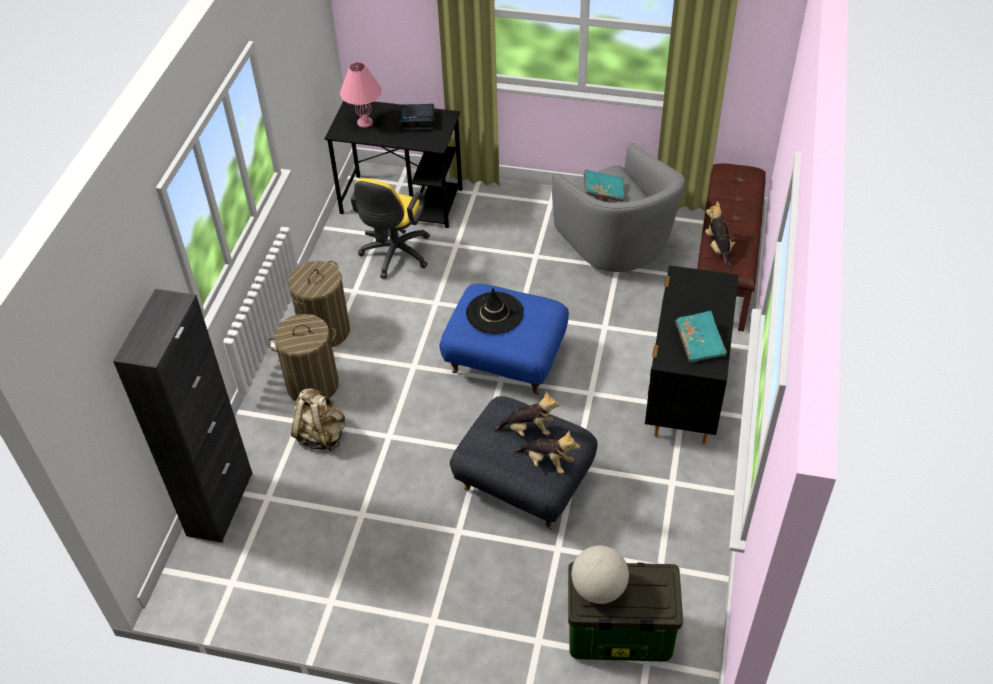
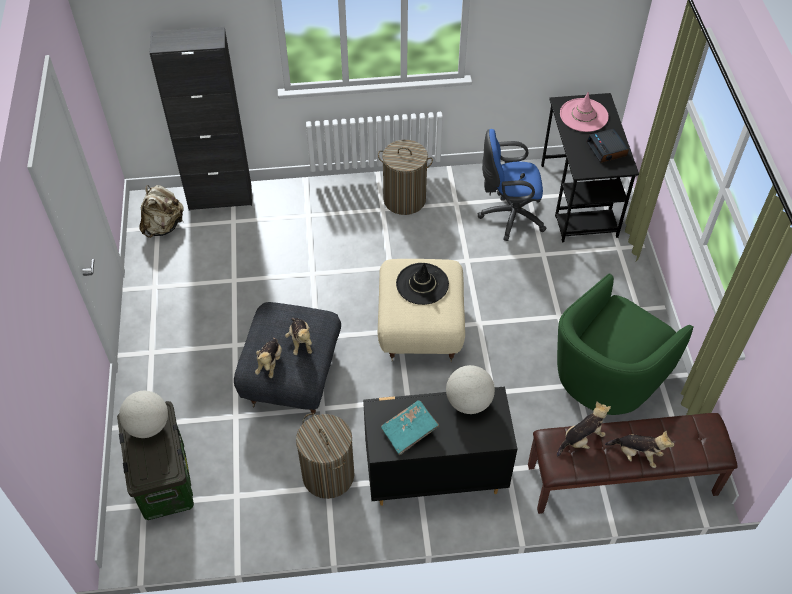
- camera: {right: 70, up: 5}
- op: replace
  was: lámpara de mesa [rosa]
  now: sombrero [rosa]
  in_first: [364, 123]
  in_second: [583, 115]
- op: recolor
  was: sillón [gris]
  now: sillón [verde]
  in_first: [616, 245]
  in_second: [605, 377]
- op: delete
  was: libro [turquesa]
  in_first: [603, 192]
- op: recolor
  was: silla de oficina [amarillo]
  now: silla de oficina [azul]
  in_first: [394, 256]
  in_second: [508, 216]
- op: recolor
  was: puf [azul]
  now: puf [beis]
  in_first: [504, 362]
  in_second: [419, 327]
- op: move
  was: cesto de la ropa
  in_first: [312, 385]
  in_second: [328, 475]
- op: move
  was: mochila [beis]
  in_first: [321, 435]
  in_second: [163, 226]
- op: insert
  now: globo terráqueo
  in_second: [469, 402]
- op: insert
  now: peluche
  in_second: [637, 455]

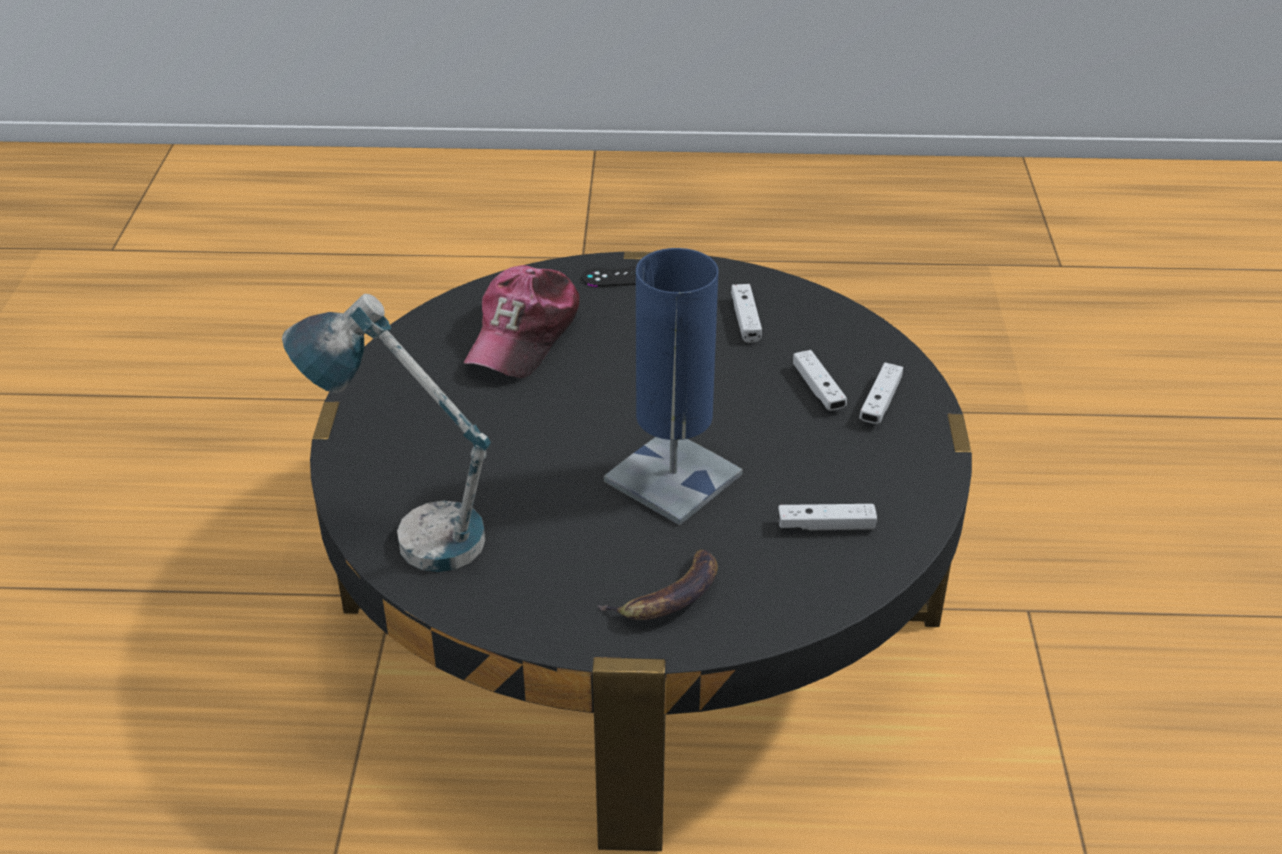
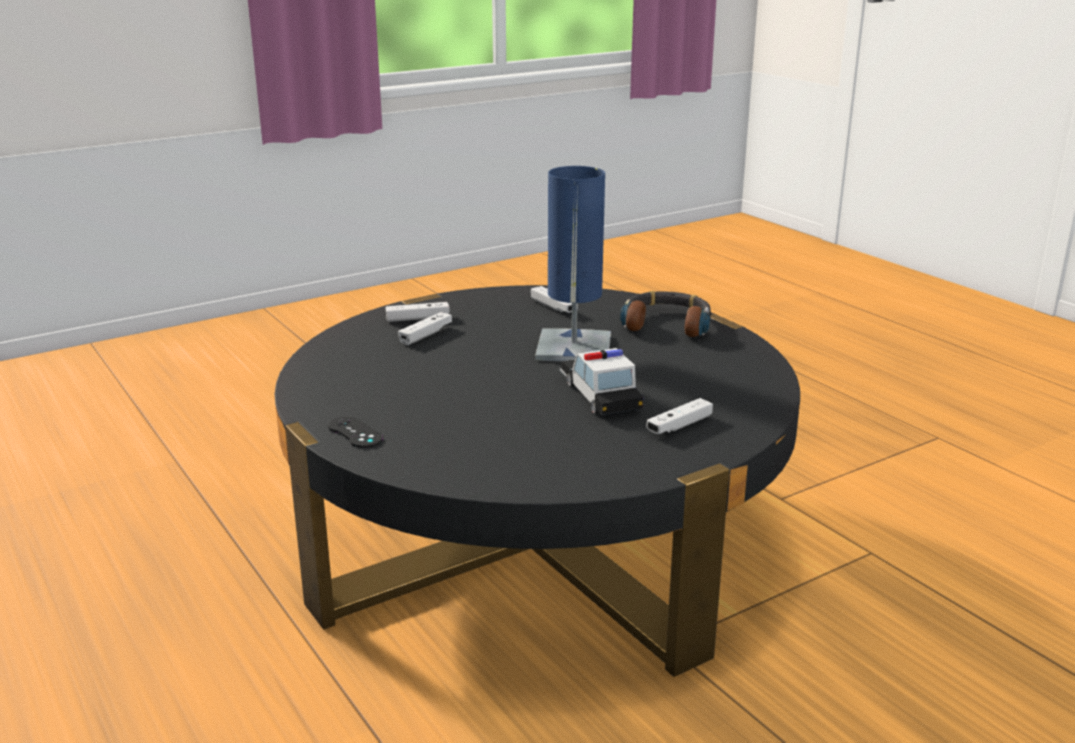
- camera: {right: -125, up: -15}
- op: delete
  was: gorra
  in_first: [524, 335]
- op: move
  was: mando de consola [blanco]
  in_first: [745, 320]
  in_second: [679, 426]
- op: delete
  was: lámpara de mesa
  in_first: [407, 531]
- op: replace
  was: plátano
  now: auriculares
  in_first: [669, 597]
  in_second: [667, 324]
- op: insert
  now: coche de juguete
  in_second: [599, 394]

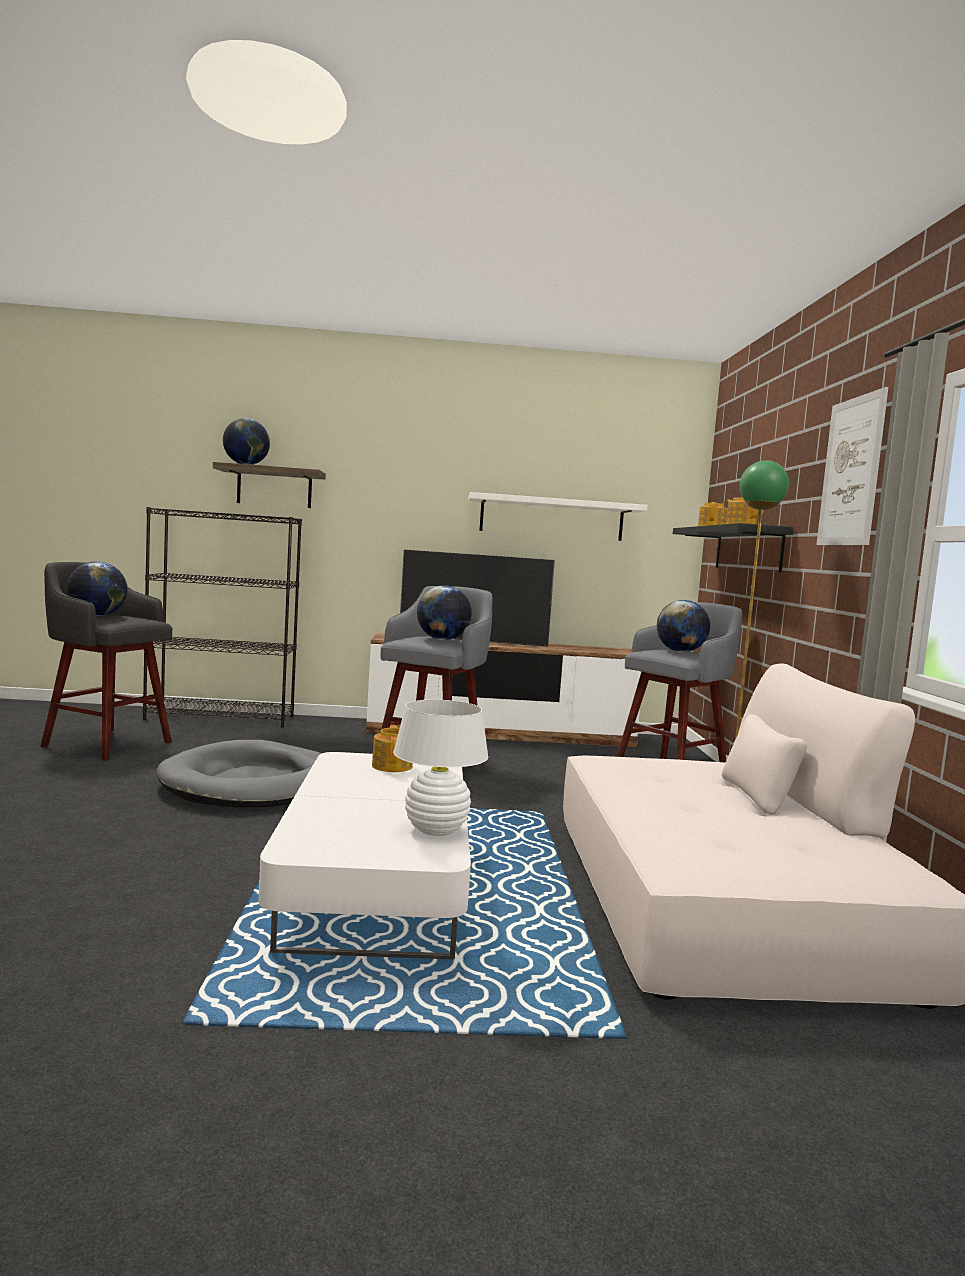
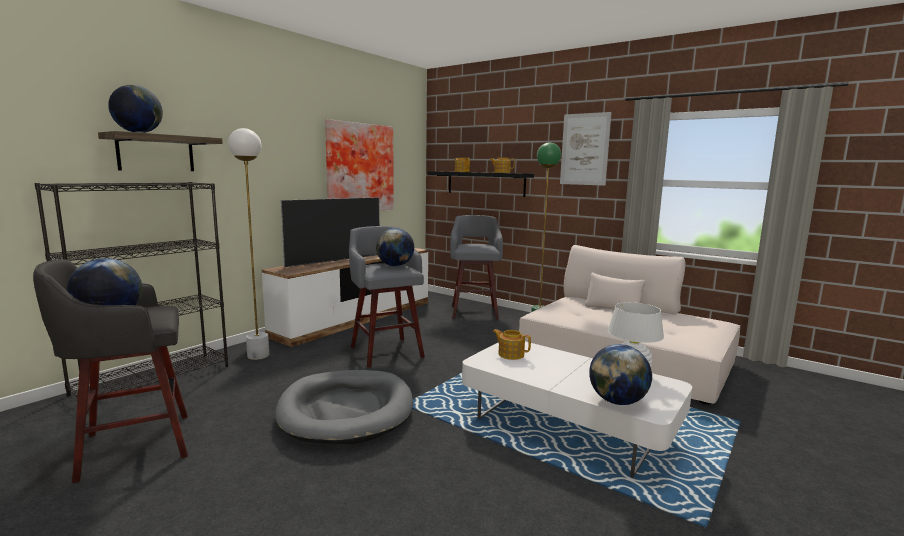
- camera: {right: -50, up: 5}
- op: replace
  was: estante [blanco]
  now: cuadro
  in_first: [551, 518]
  in_second: [359, 168]
- op: move
  was: globo terráqueo
  in_first: [680, 651]
  in_second: [617, 401]
- op: insert
  now: lámpara de pie [blanco]
  in_second: [258, 355]

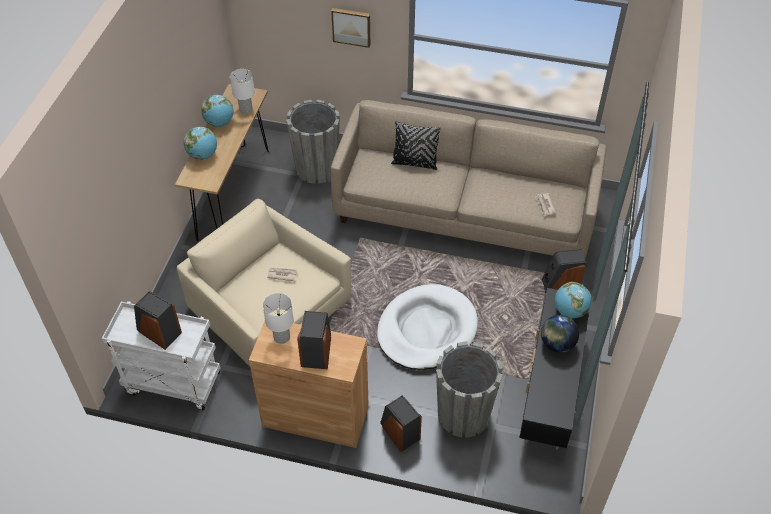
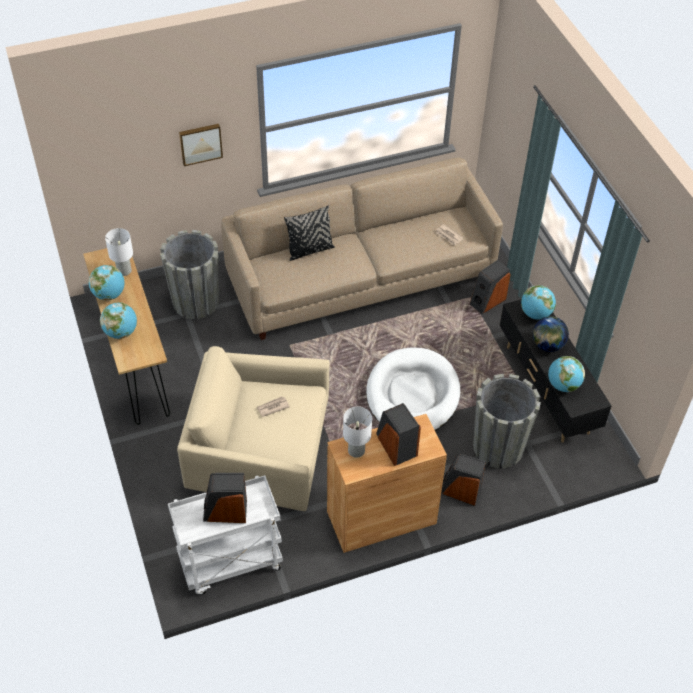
- camera: {right: -35, up: 0}
- op: insert
  now: globo terráqueo
  in_second: [563, 385]

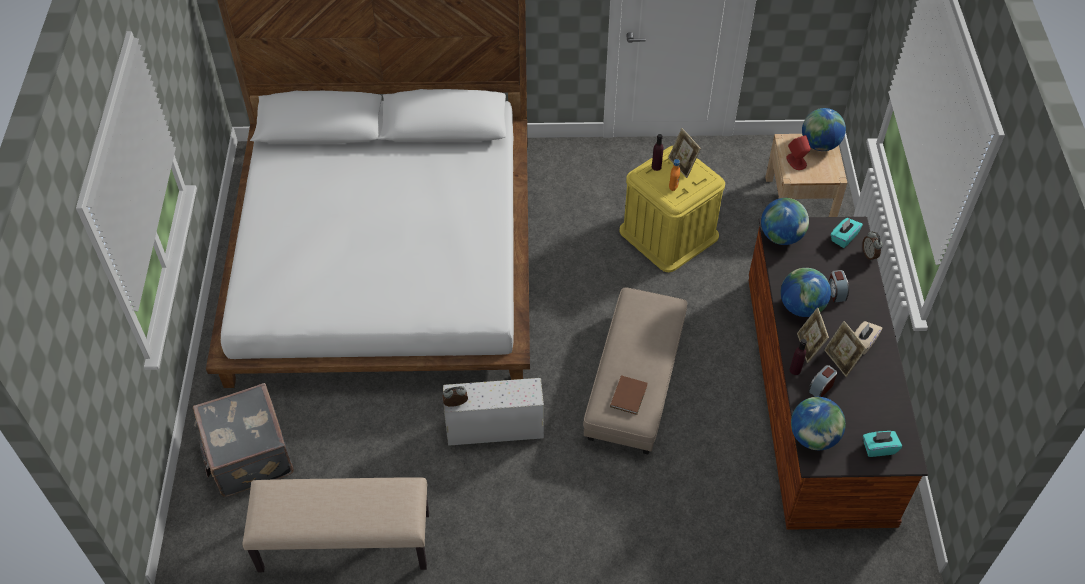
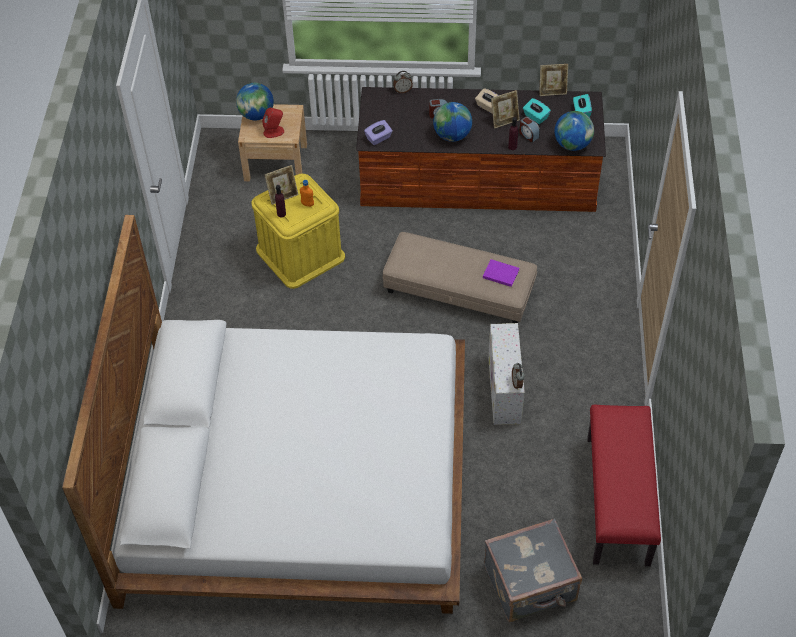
- camera: {right: -85, up: 0}
- op: replace
  was: globo terráqueo
  now: caja de pañuelos [morado]
  in_first: [781, 236]
  in_second: [378, 138]
- op: move
  was: caja de pañuelos [turquesa]
  in_first: [843, 238]
  in_second: [535, 117]
- op: move
  was: portarretratos
  in_first: [808, 347]
  in_second: [552, 91]
- op: recolor
  was: libro [marrón]
  now: libro [morado]
  in_first: [629, 395]
  in_second: [500, 273]
- op: recolor
  was: banco [beis]
  now: banco [rojo]
  in_first: [344, 543]
  in_second: [618, 501]

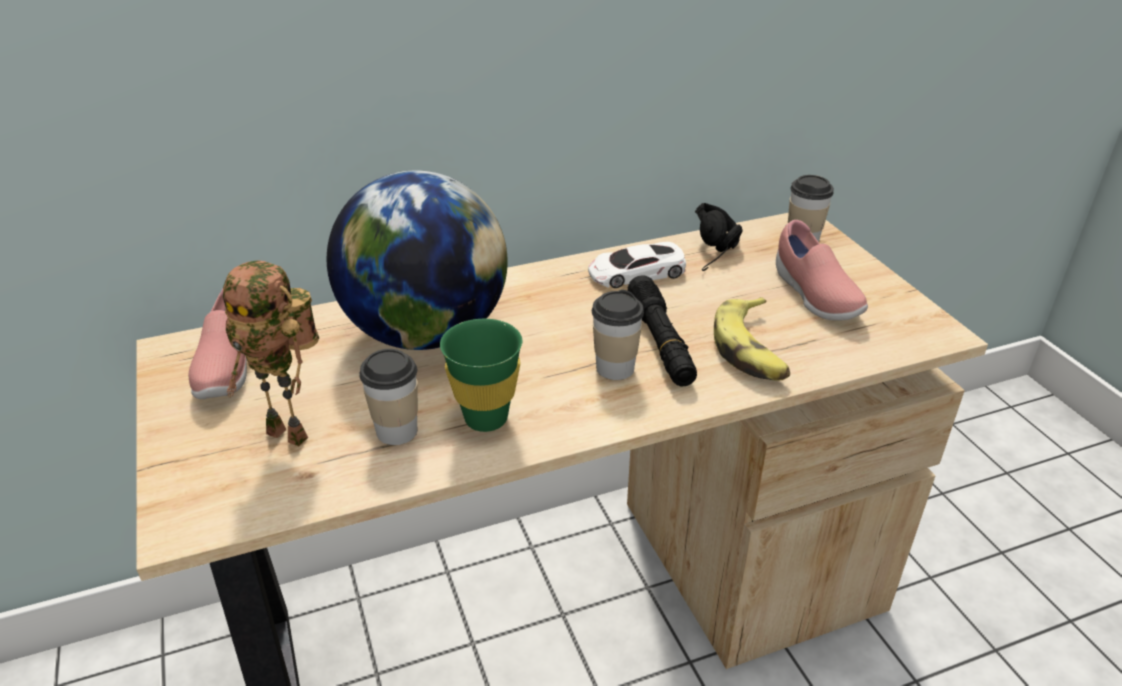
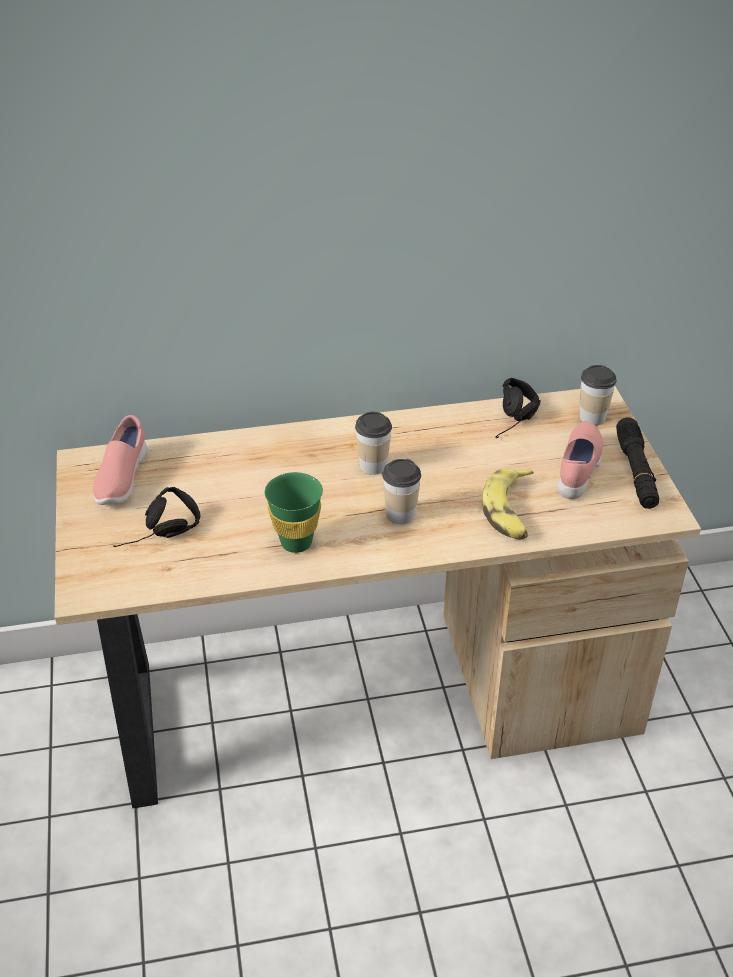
- camera: {right: 10, up: 5}
- op: delete
  was: globo terráqueo
  in_first: [426, 333]
- op: rotate
  was: zapato [rosa]
  in_first: [814, 295]
  in_second: [579, 470]
  clockwise: -150
- op: delete
  was: coche de juguete [blanco]
  in_first: [636, 273]
- op: replace
  was: robot de juguete
  now: auriculares [negro]
  in_first: [293, 433]
  in_second: [161, 537]
- op: move
  was: linterna [negro]
  in_first: [660, 341]
  in_second: [636, 471]
- op: move
  was: taza
  in_first: [397, 431]
  in_second: [373, 465]

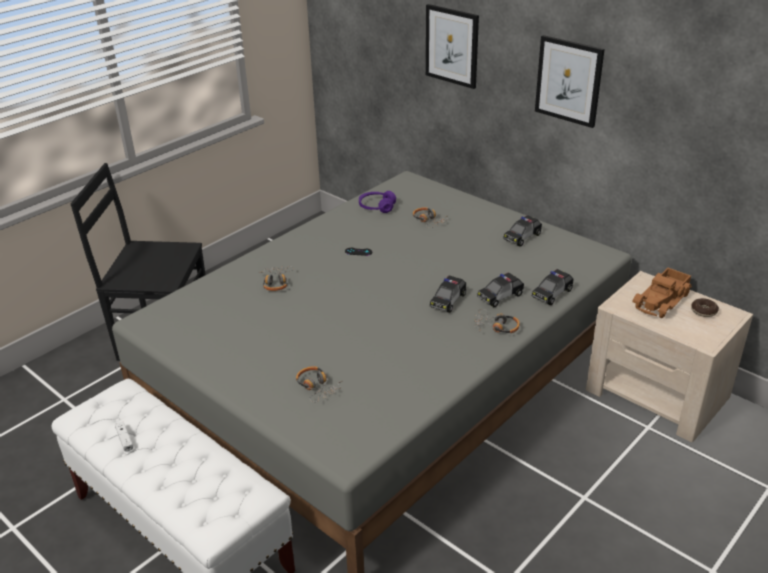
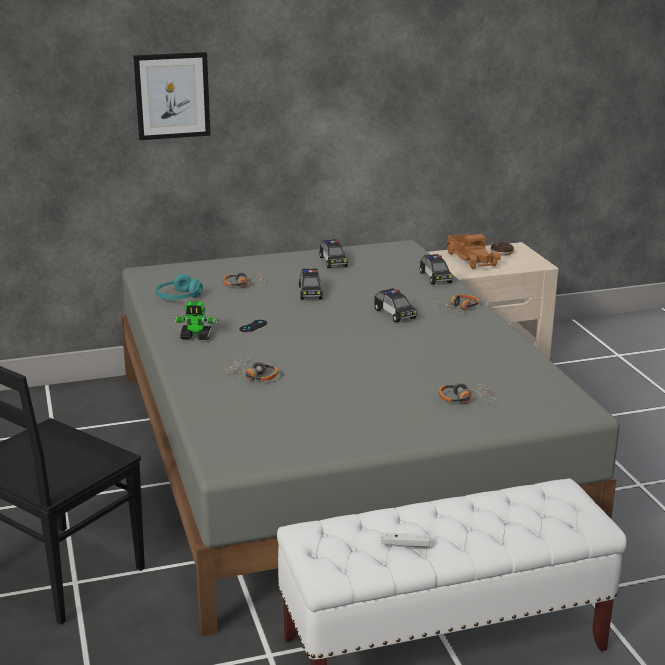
- camera: {right: -60, up: -10}
- op: delete
  was: cuadro
  in_first: [569, 81]
- op: recolor
  was: auriculares [morado]
  now: auriculares [turquesa]
  in_first: [377, 207]
  in_second: [178, 297]
- op: move
  was: coche de juguete
  in_first: [500, 296]
  in_second: [310, 292]
- op: insert
  now: robot de juguete
  in_second: [196, 337]

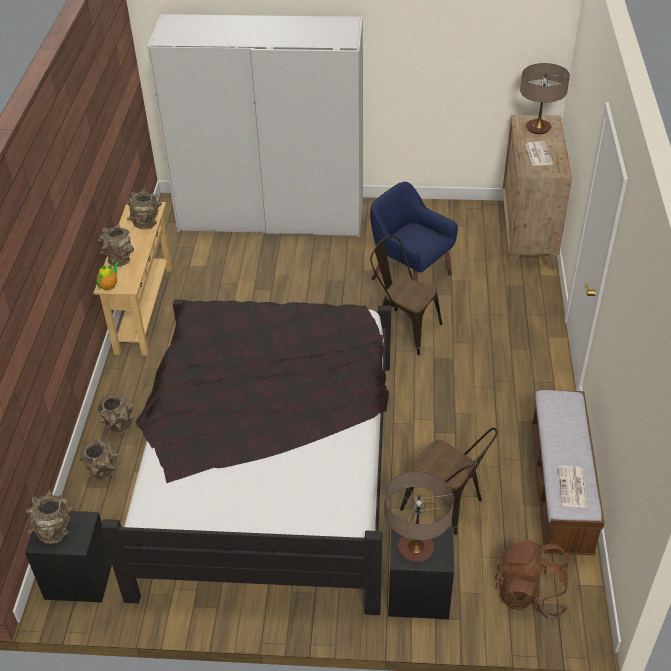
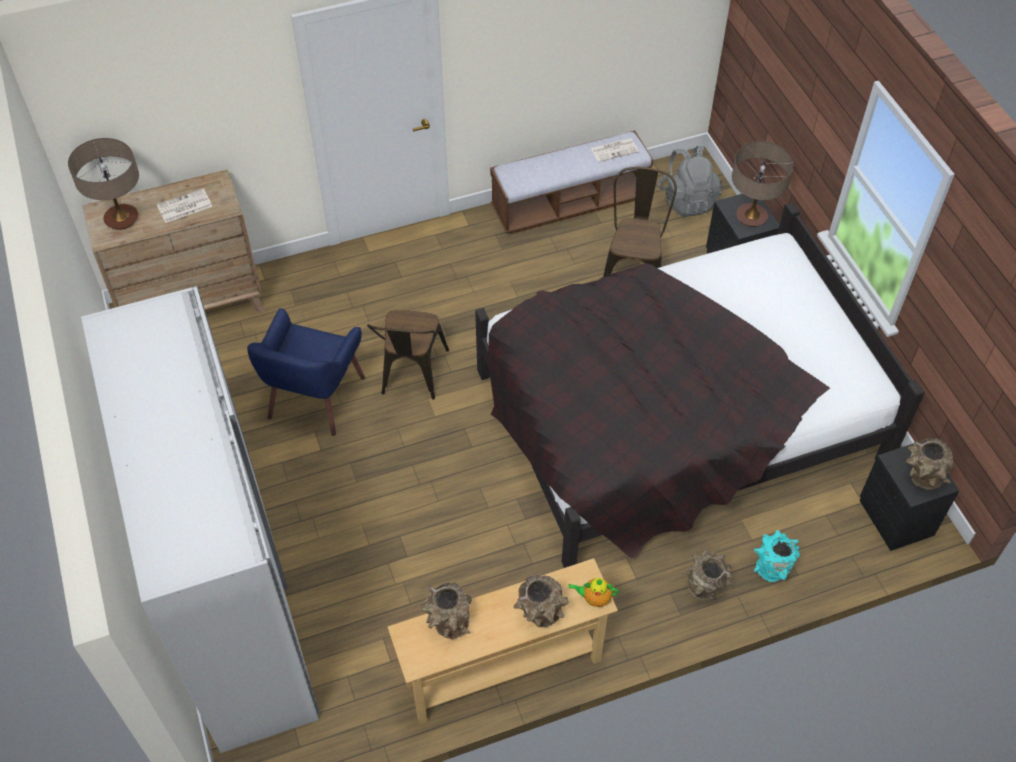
- camera: {right: -115, up: 10}
- op: recolor
  was: florero [marrón]
  now: florero [turquesa]
  in_first: [103, 473]
  in_second: [772, 567]
- op: recolor
  was: mochila [marrón]
  now: mochila [gris]
  in_first: [530, 593]
  in_second: [687, 200]

